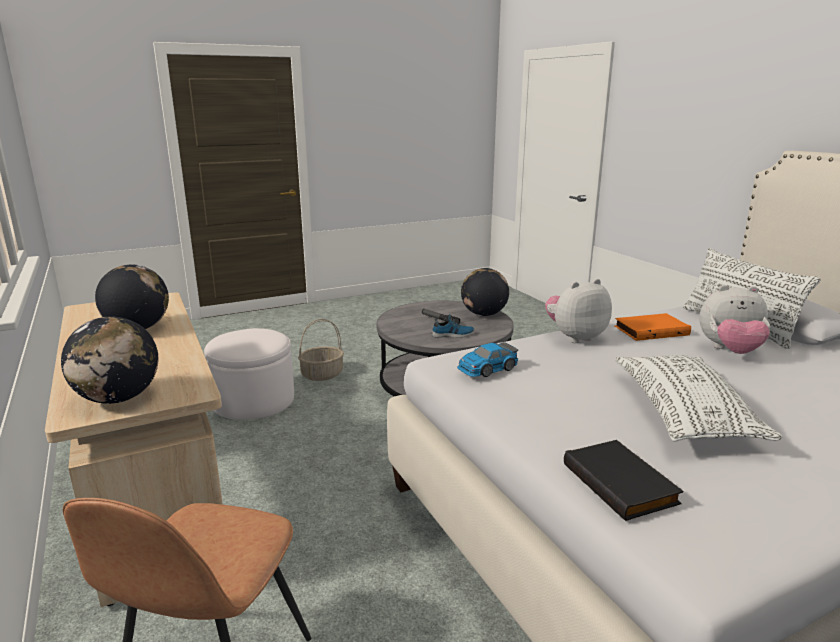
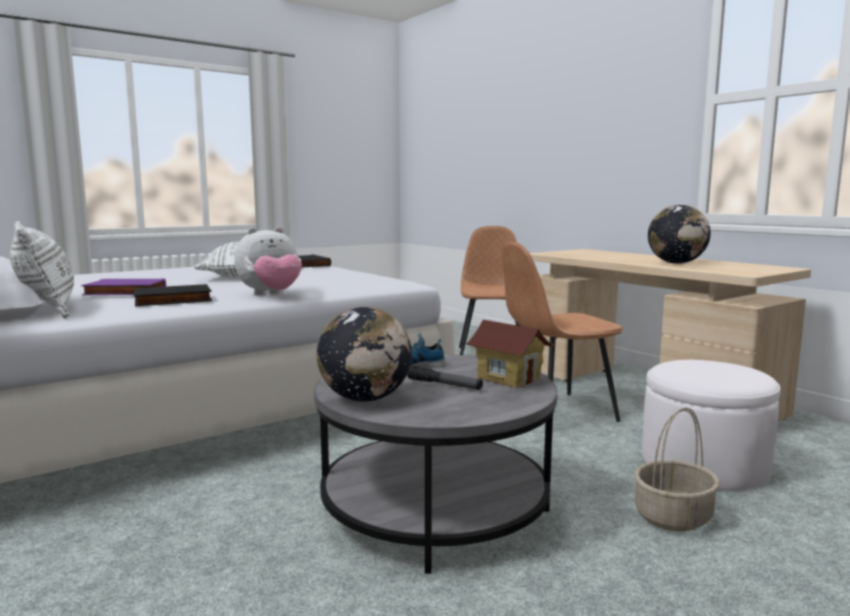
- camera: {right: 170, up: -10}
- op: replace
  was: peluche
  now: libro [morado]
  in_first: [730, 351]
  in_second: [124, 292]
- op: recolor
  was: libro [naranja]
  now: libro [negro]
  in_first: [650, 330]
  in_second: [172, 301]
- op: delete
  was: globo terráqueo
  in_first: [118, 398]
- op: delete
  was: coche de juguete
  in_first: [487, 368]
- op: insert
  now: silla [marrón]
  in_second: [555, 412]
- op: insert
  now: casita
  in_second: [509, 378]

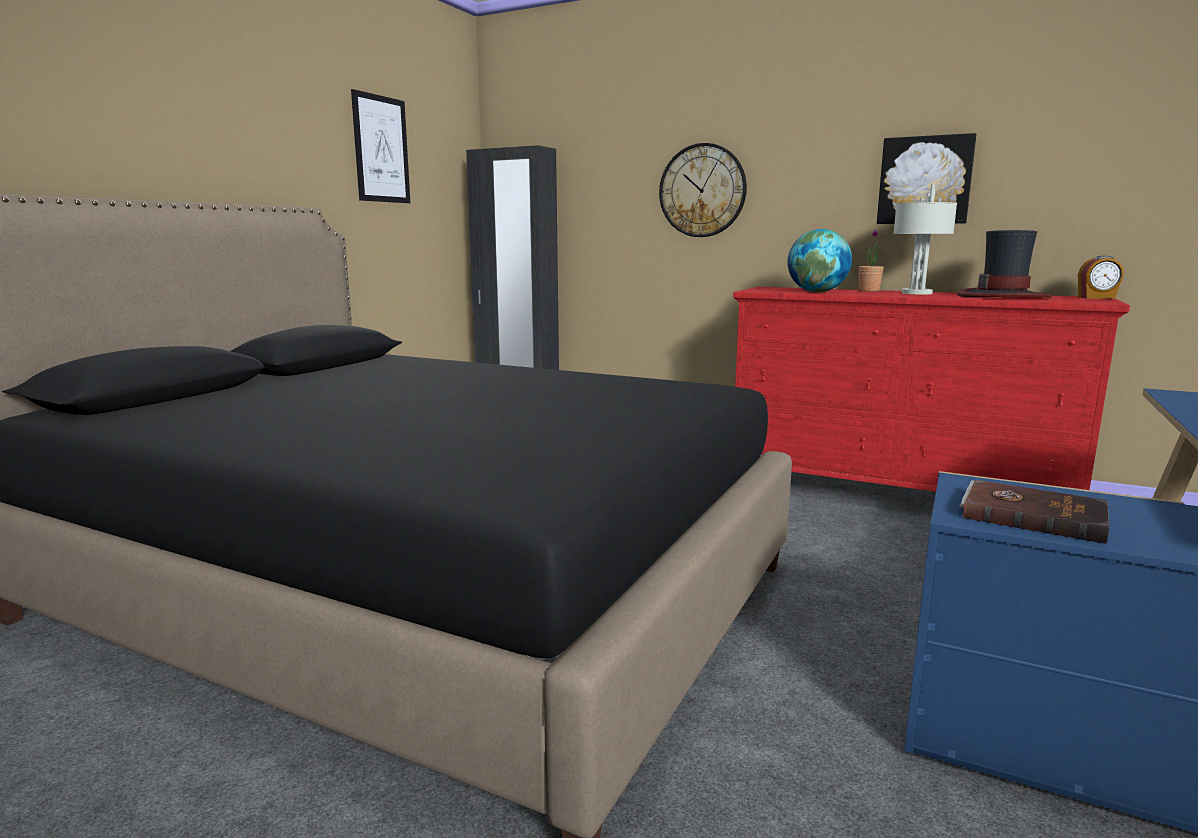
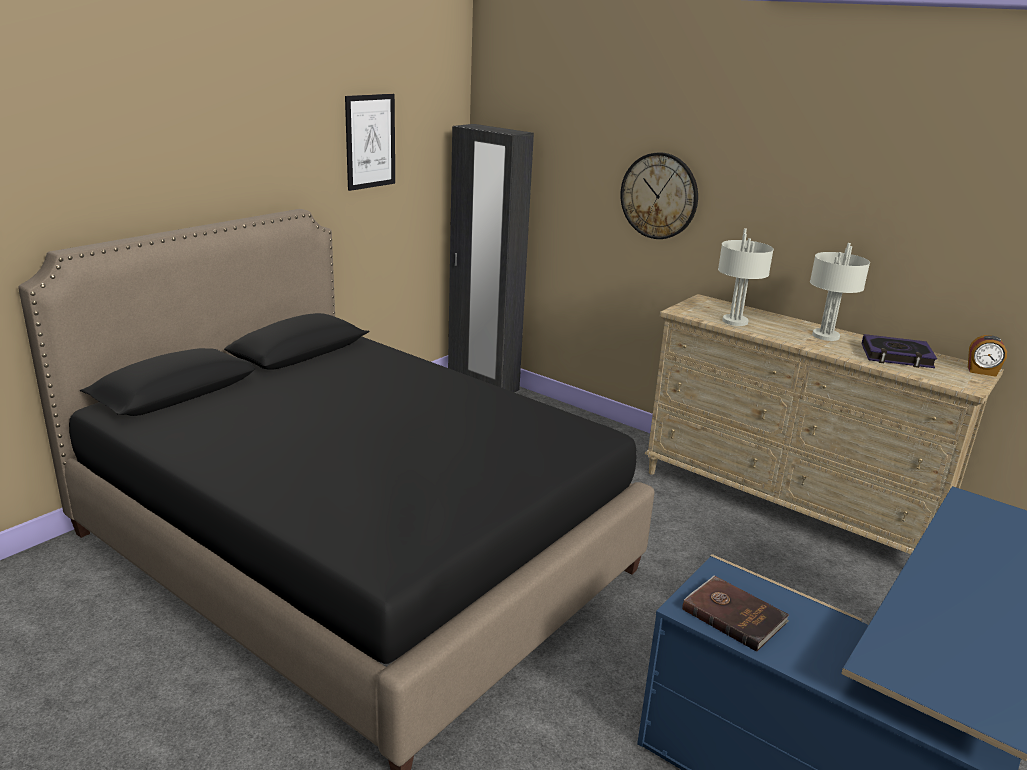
- camera: {right: 10, up: 10}
- op: delete
  was: cuadro
  in_first: [925, 180]
- op: replace
  was: globo terráqueo
  now: lámpara de mesa [gris]
  in_first: [817, 292]
  in_second: [735, 321]
- op: delete
  was: planta en maceta
  in_first: [869, 290]
- op: replace
  was: sombrero
  now: libro
  in_first: [1003, 296]
  in_second: [896, 356]
- op: recolor
  was: cómoda [rojo]
  now: cómoda [beis]
  in_first: [895, 497]
  in_second: [786, 507]

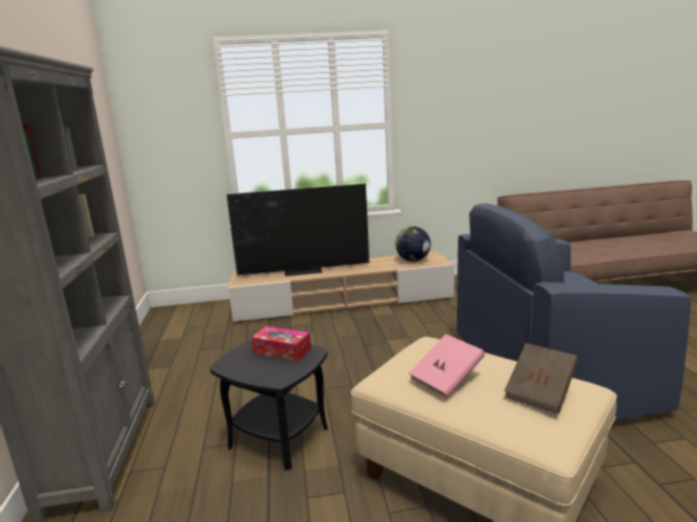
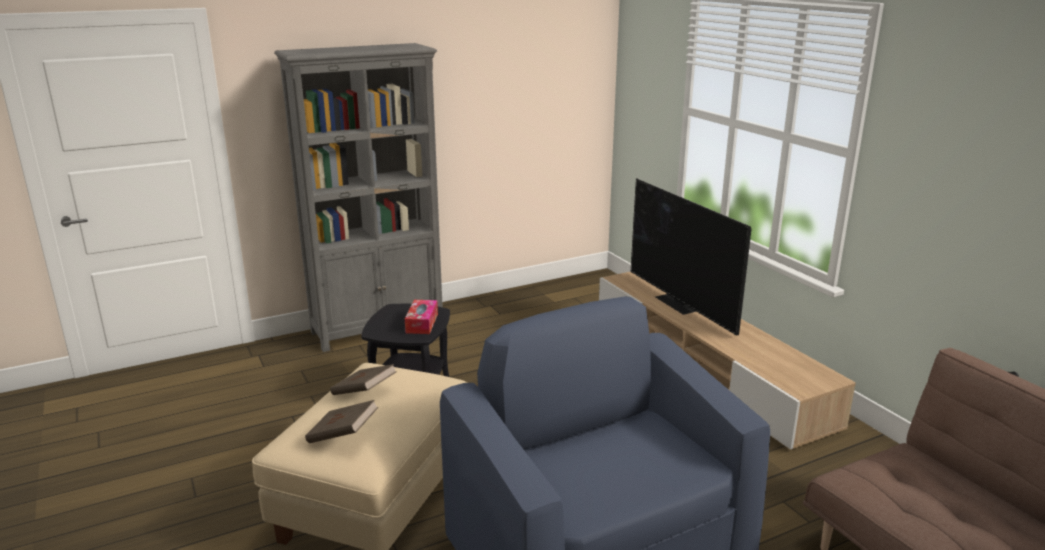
- camera: {right: 70, up: 5}
- op: delete
  was: globo terráqueo
  in_first: [413, 260]
- op: recolor
  was: libro [rosa]
  now: libro [marrón]
  in_first: [446, 379]
  in_second: [364, 393]

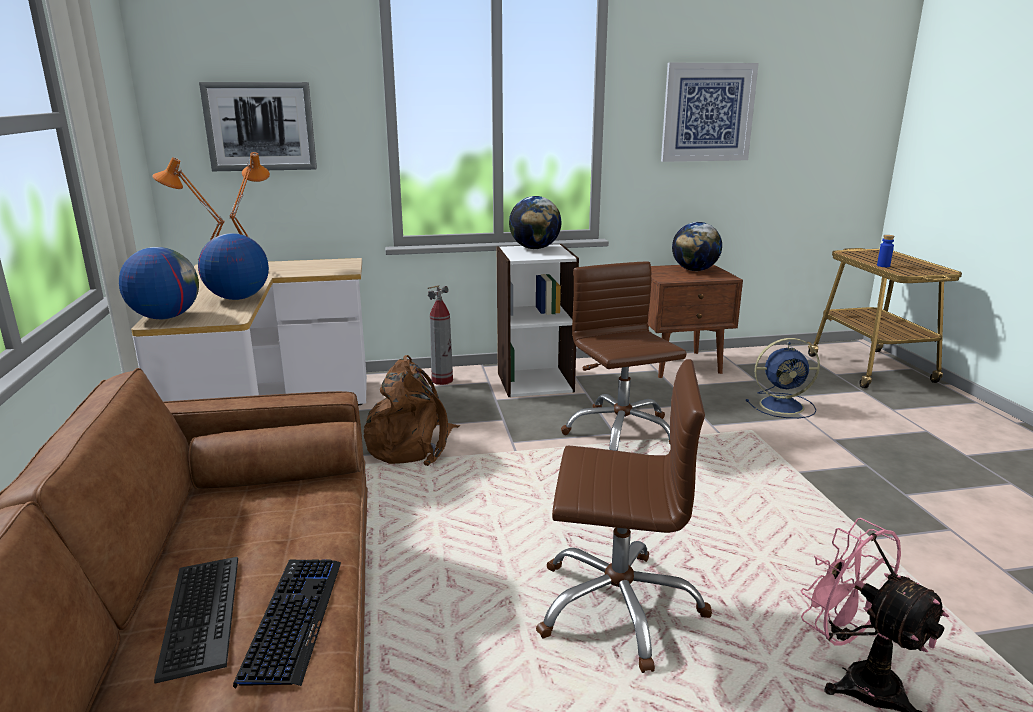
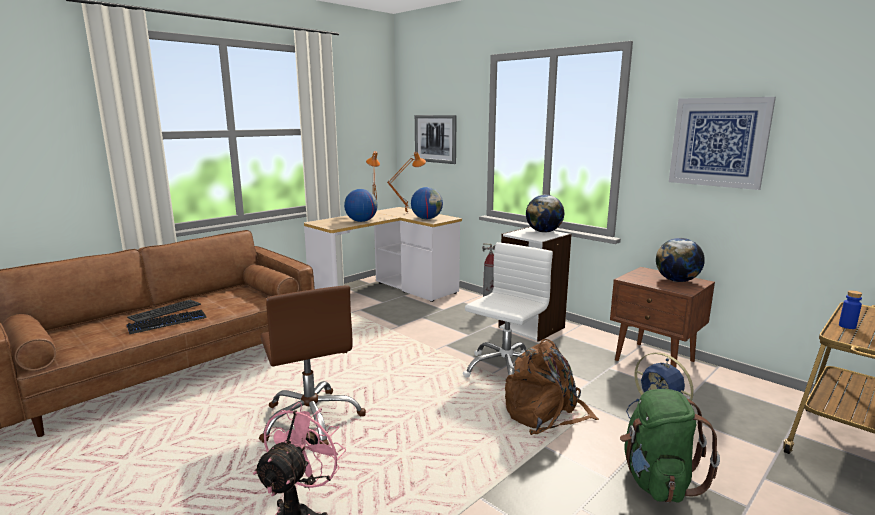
- camera: {right: 55, up: -5}
- op: move
  was: globo terráqueo
  in_first: [165, 317]
  in_second: [426, 219]
- op: recolor
  was: silla de oficina [marrón]
  now: silla de oficina [blanco]
  in_first: [620, 432]
  in_second: [505, 370]
- op: move
  was: mochila [marrón]
  in_first: [412, 445]
  in_second: [545, 414]
- op: insert
  now: mochila [verde]
  in_second: [657, 481]

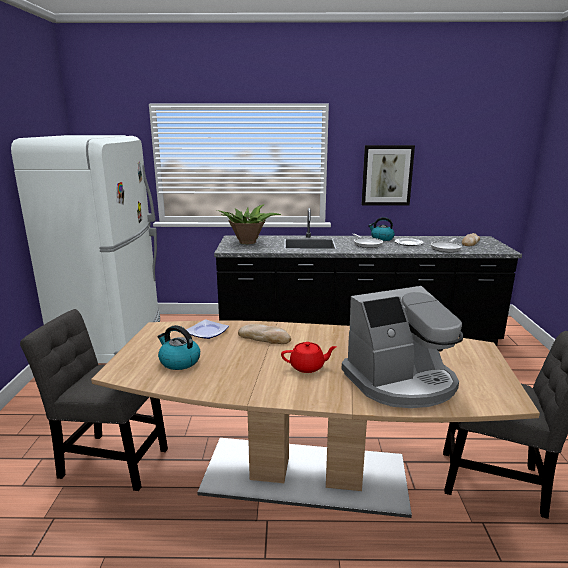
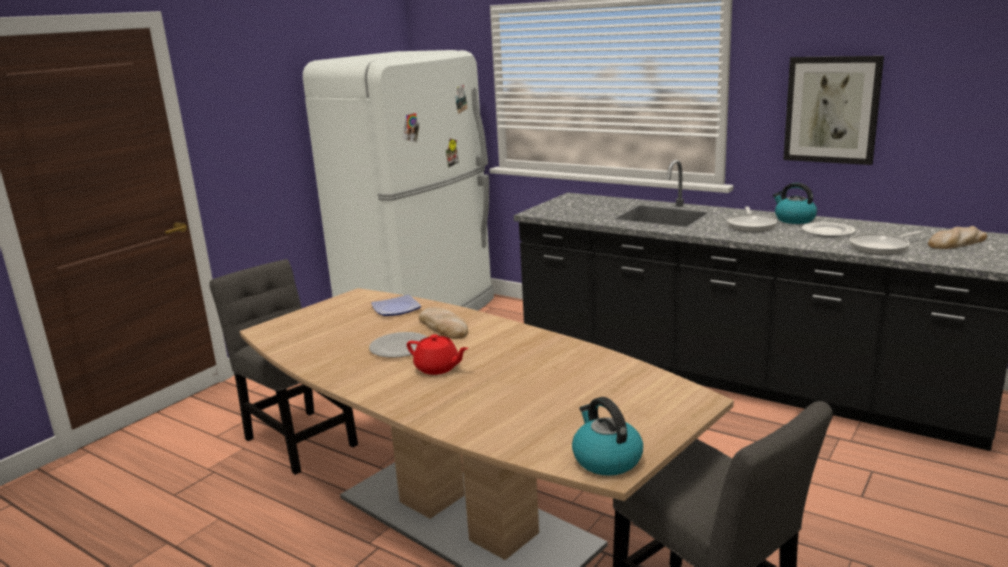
- camera: {right: 35, up: 0}
- op: delete
  was: planta en maceta
  in_first: [248, 242]
- op: delete
  was: cafetera
  in_first: [401, 381]
- op: move
  was: hervidor
  in_first: [179, 361]
  in_second: [606, 459]
- op: insert
  now: plato
  in_second: [400, 347]

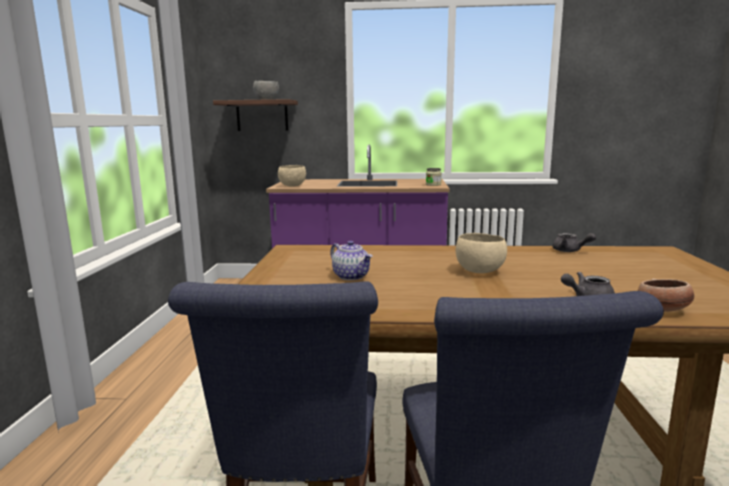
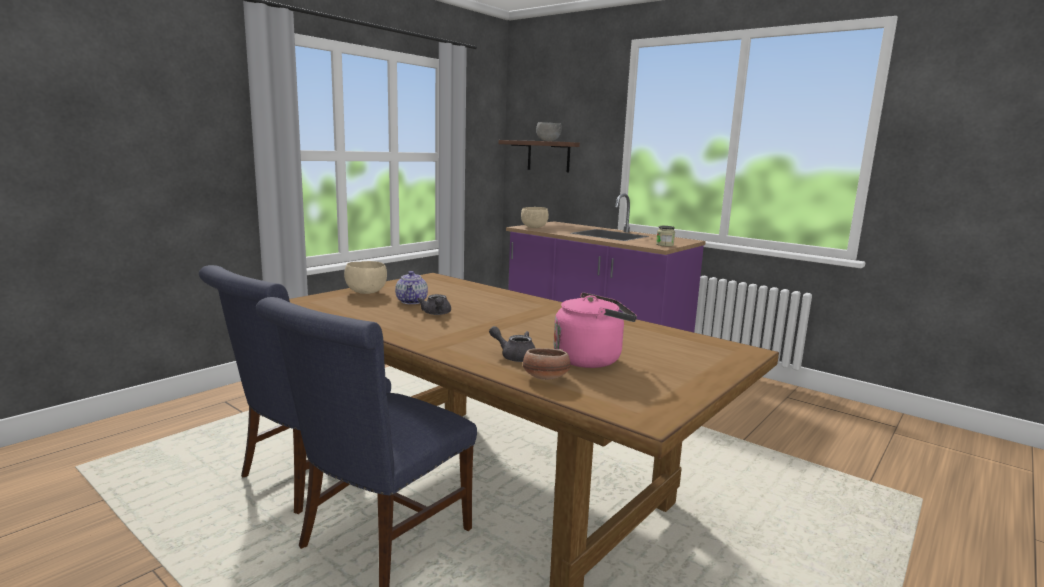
- camera: {right: 35, up: 0}
- op: move
  was: cuenco [beis]
  in_first: [478, 271]
  in_second: [366, 292]
- op: move
  was: tetera [gris]
  in_first: [570, 251]
  in_second: [436, 314]
- op: insert
  now: hervidor [rosa]
  in_second: [591, 359]

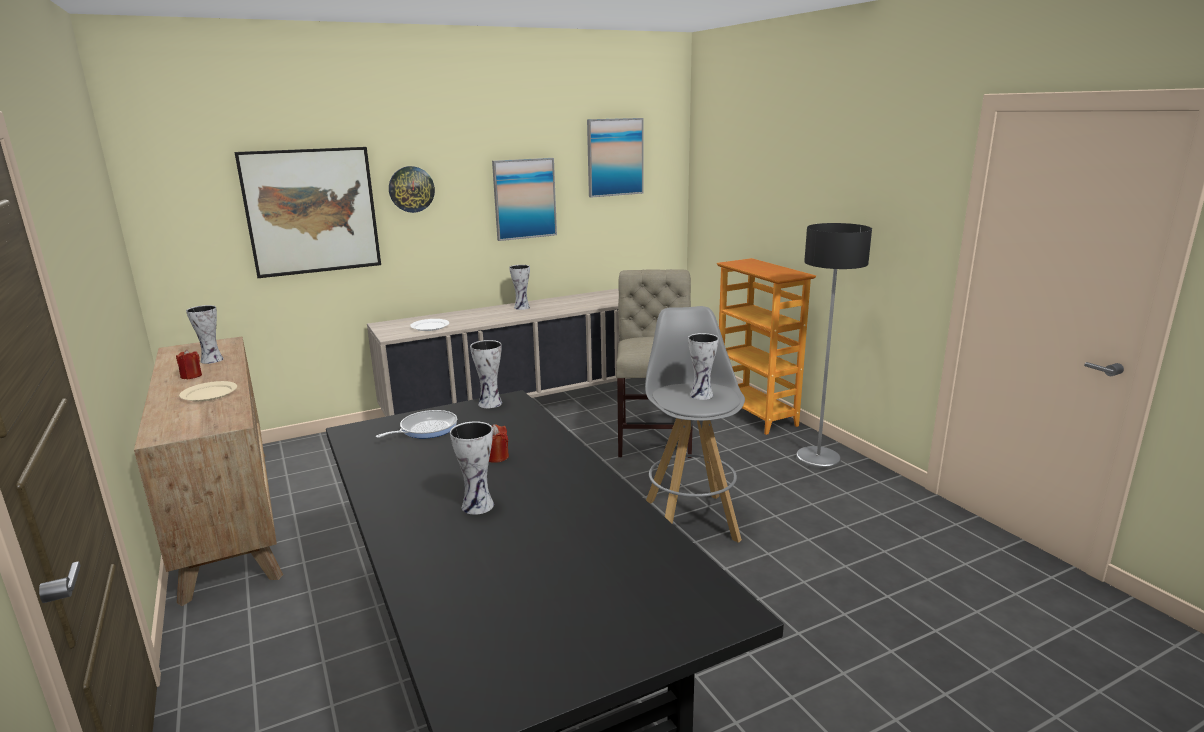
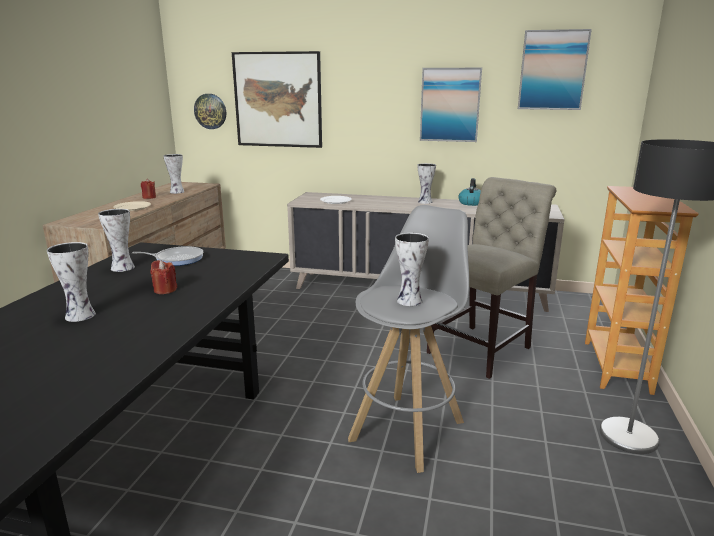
- camera: {right: 40, up: 0}
- op: move
  was: reloj de pared
  in_first: [411, 189]
  in_second: [210, 111]
- op: move
  was: florero
  in_first: [491, 404]
  in_second: [122, 268]
- op: insert
  now: hervidor
  in_second: [471, 203]

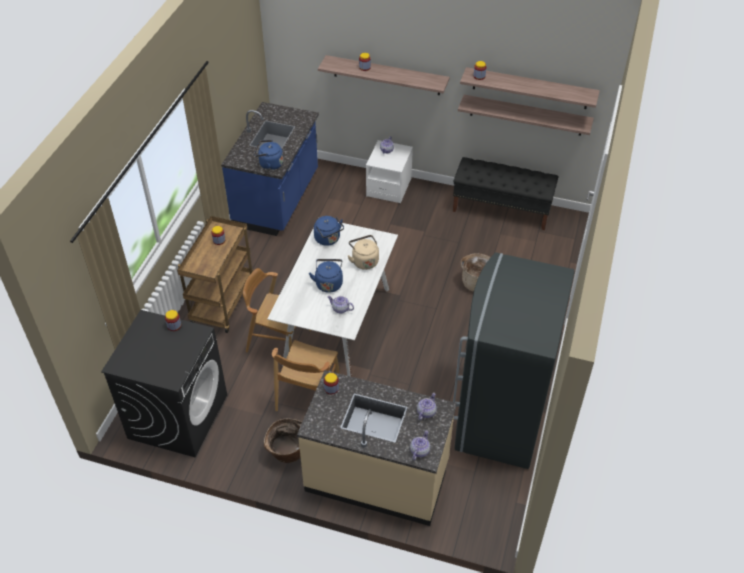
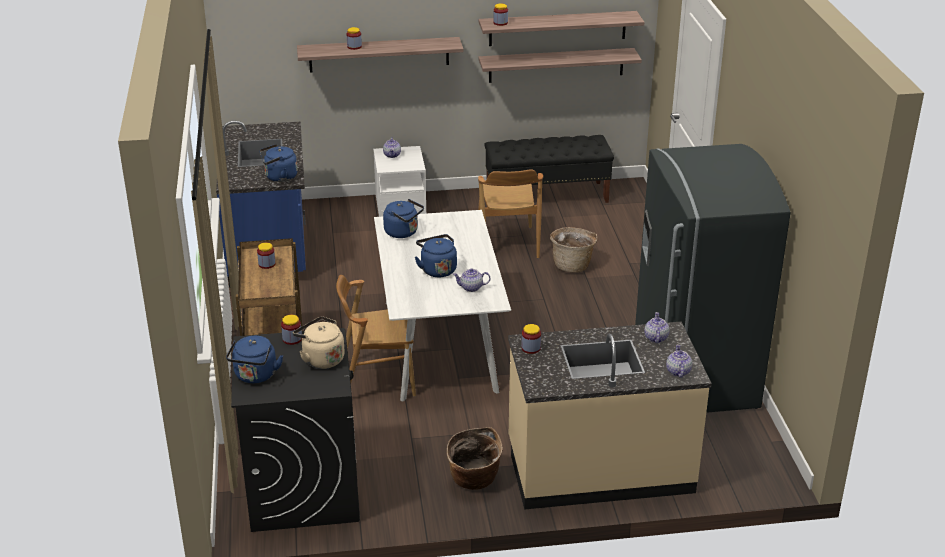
- camera: {right: -25, up: -15}
- op: move
  was: hervidor [beis]
  in_first: [364, 261]
  in_second: [321, 359]
- op: move
  was: silla [marrón]
  in_first: [308, 396]
  in_second: [507, 244]
- op: insert
  now: hervidor [azul]
  in_second: [255, 376]

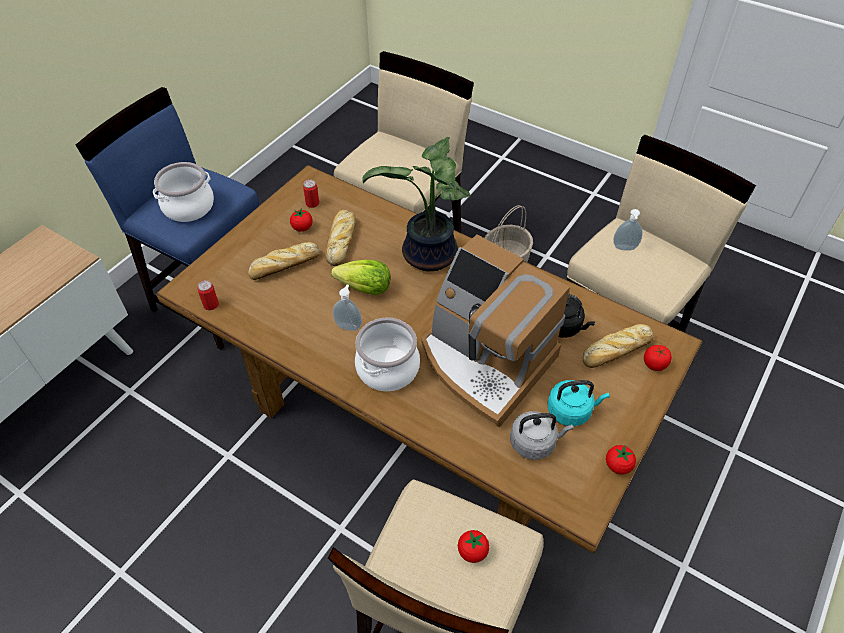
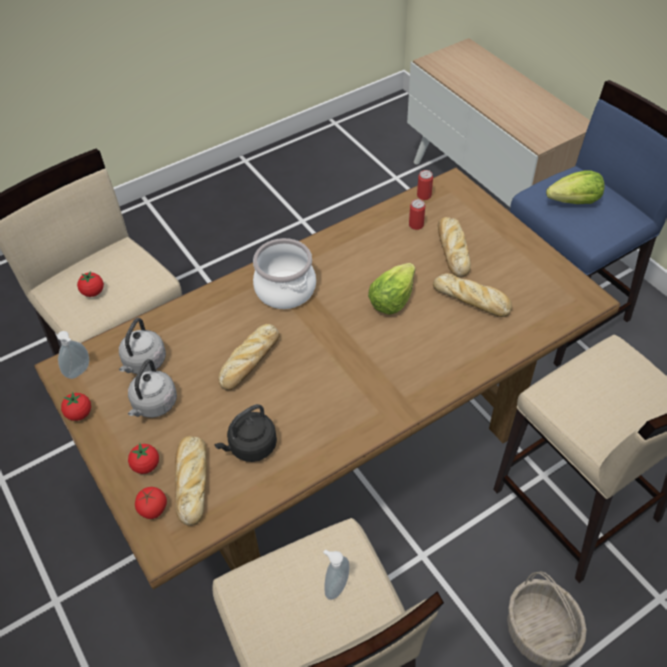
- camera: {right: 115, up: 0}
- op: delete
  was: planta en maceta
  in_first: [427, 257]
- op: replace
  was: olla
  now: lechuga
  in_first: [188, 206]
  in_second: [575, 202]
- op: move
  was: lata
  in_first: [312, 203]
  in_second: [416, 225]
- op: move
  was: tomate
  in_first: [302, 228]
  in_second: [146, 465]
- op: replace
  was: cafetera
  now: pan
  in_first: [485, 361]
  in_second: [249, 362]
- op: move
  was: dispensador de jabón
  in_first: [349, 326]
  in_second: [80, 372]
- op: recolor
  was: hervidor [turquesa]
  now: hervidor [gris]
  in_first: [571, 411]
  in_second: [154, 405]

